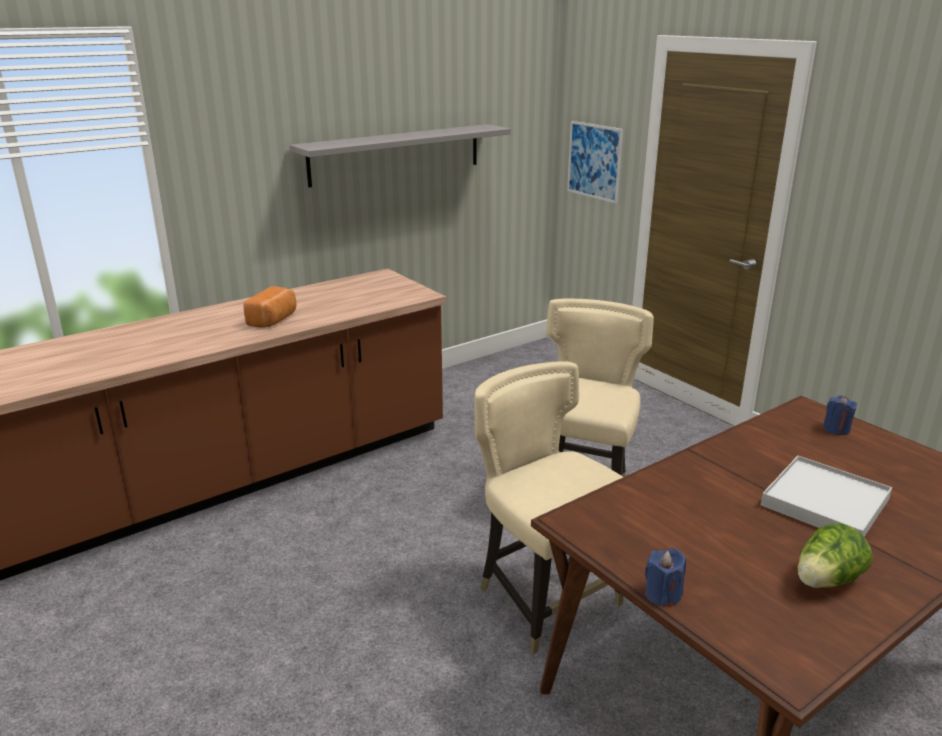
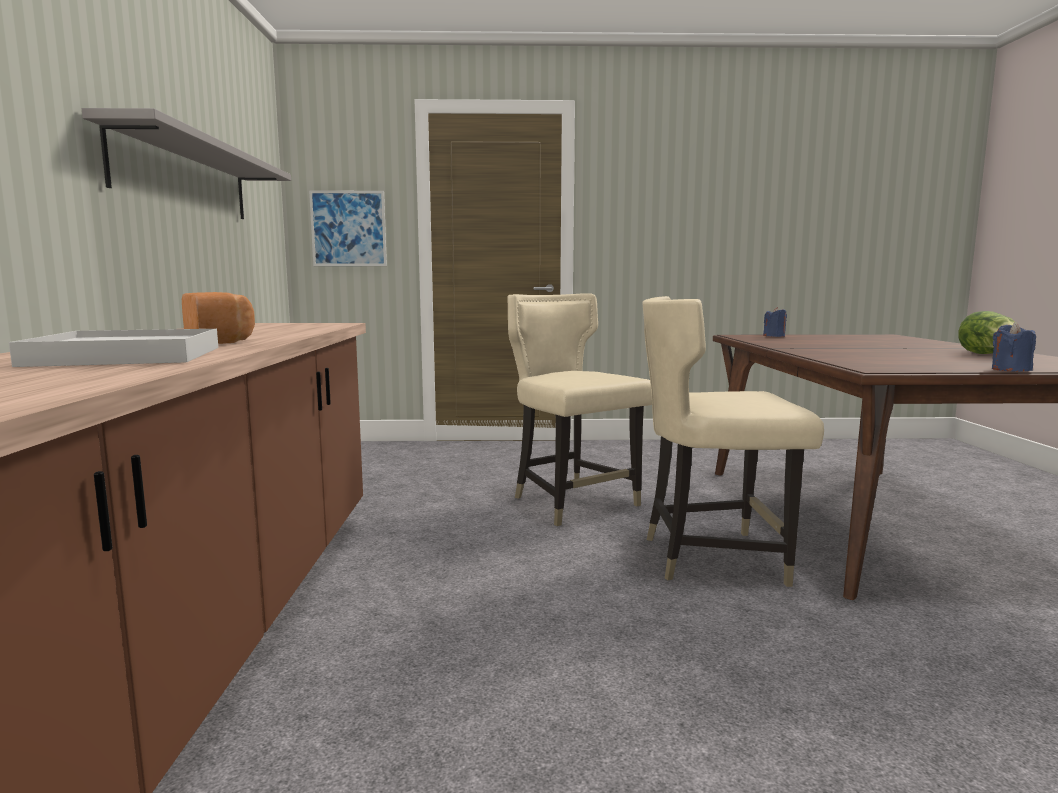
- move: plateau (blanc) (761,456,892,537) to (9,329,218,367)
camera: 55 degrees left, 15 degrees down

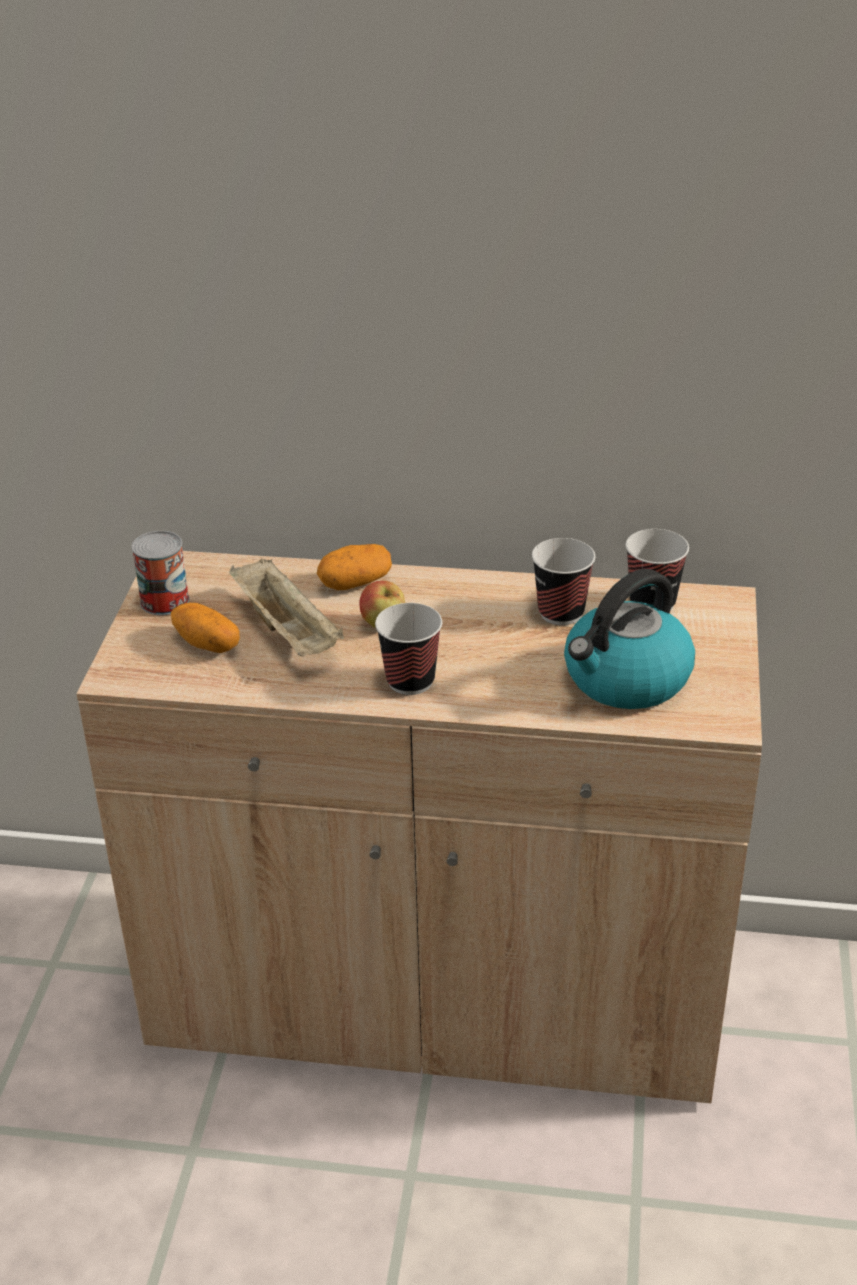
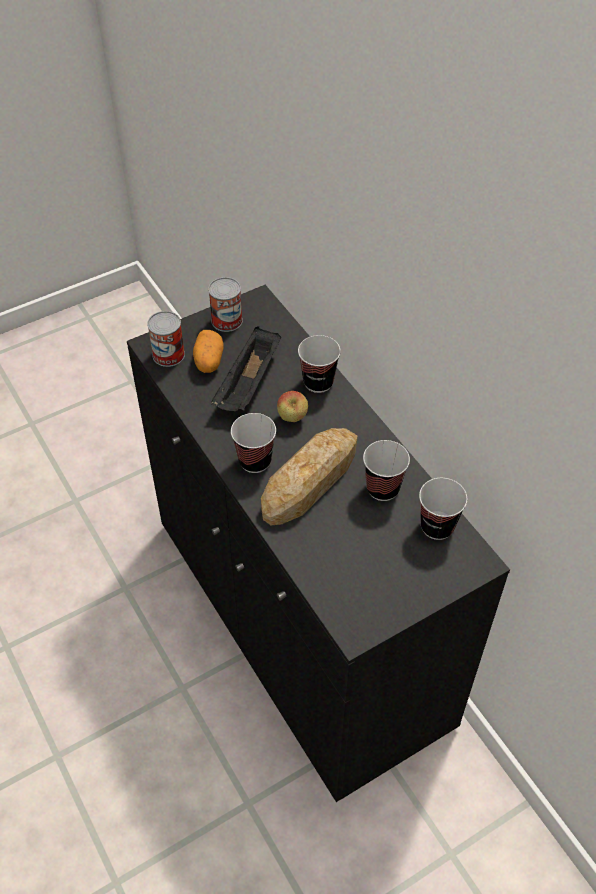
- recolor: meuble de rangement (beige) (76,551,762,1103) to meuble de rangement (noir) (127,285,510,802)
- insert: boîte métallique (147,311,185,367)
- recolor: plateau (beige) (229,559,344,656) to plateau (noir) (211,327,281,411)
- insert: pain (261,428,358,525)
- replace: pomme de terre (317,544,392,590) to tasse (298,335,341,393)
- delete: bouilloire (564,569,695,709)
camera: 50 degrees right, 15 degrees up

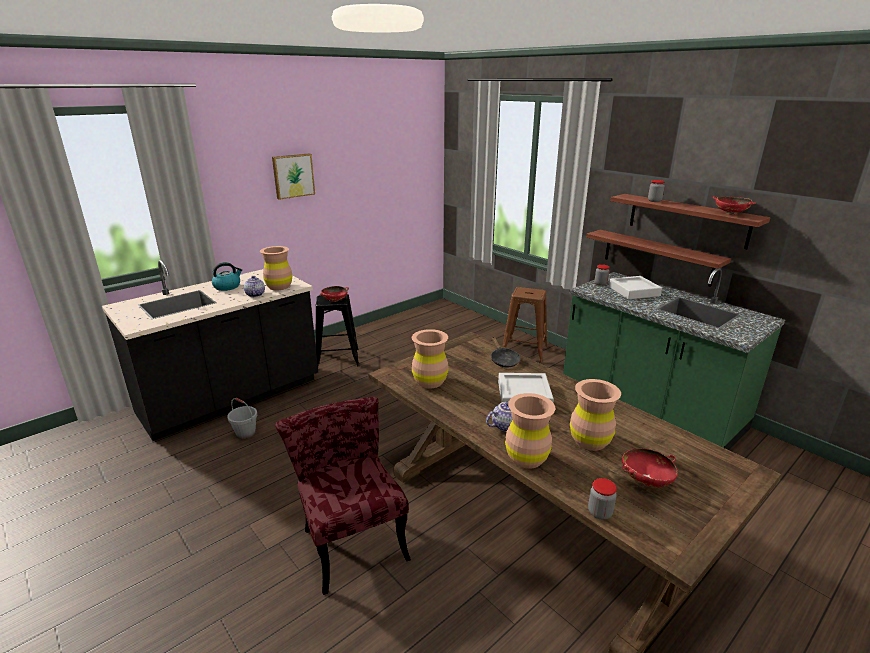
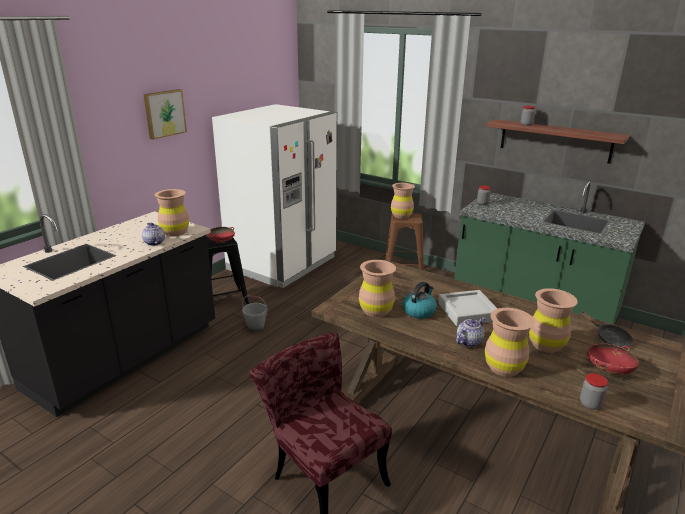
- insert: réfrigérateur (blanc) (212,104,337,288)
- move: seau (gris) (227,398,257,439) to (242,295,268,332)
- insert: vase (marron) (391,183,415,219)
- move: bouilloire (212,262,242,291) to (403,282,437,319)
- move: poêle (noir) (491,336,520,367) to (581,311,633,347)
- delete: étagère (586,230,731,287)
- delete: plateau (gris) (609,276,662,299)
- delete: bol (rouge) (713,196,756,215)
camera: 15 degrees left, 0 degrees up

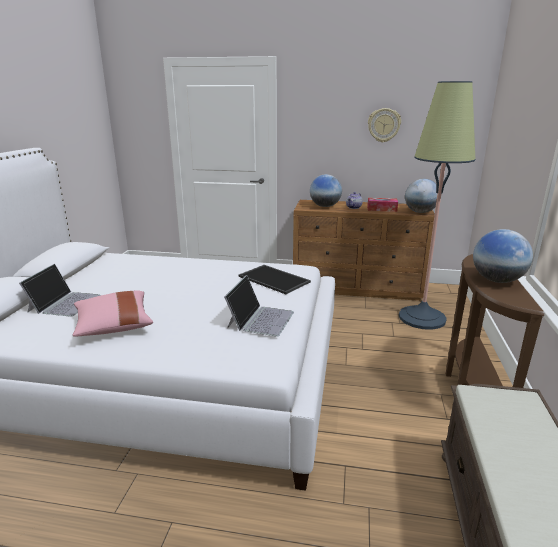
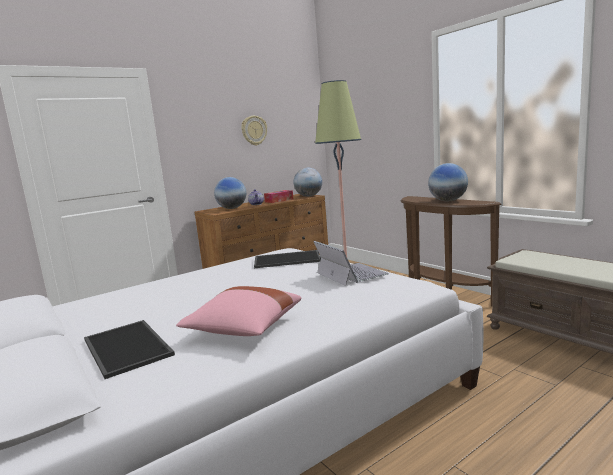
- replace: ordinateur portable (19,264,100,317) to plateau (84,320,175,379)
camera: 45 degrees left, 10 degrees down

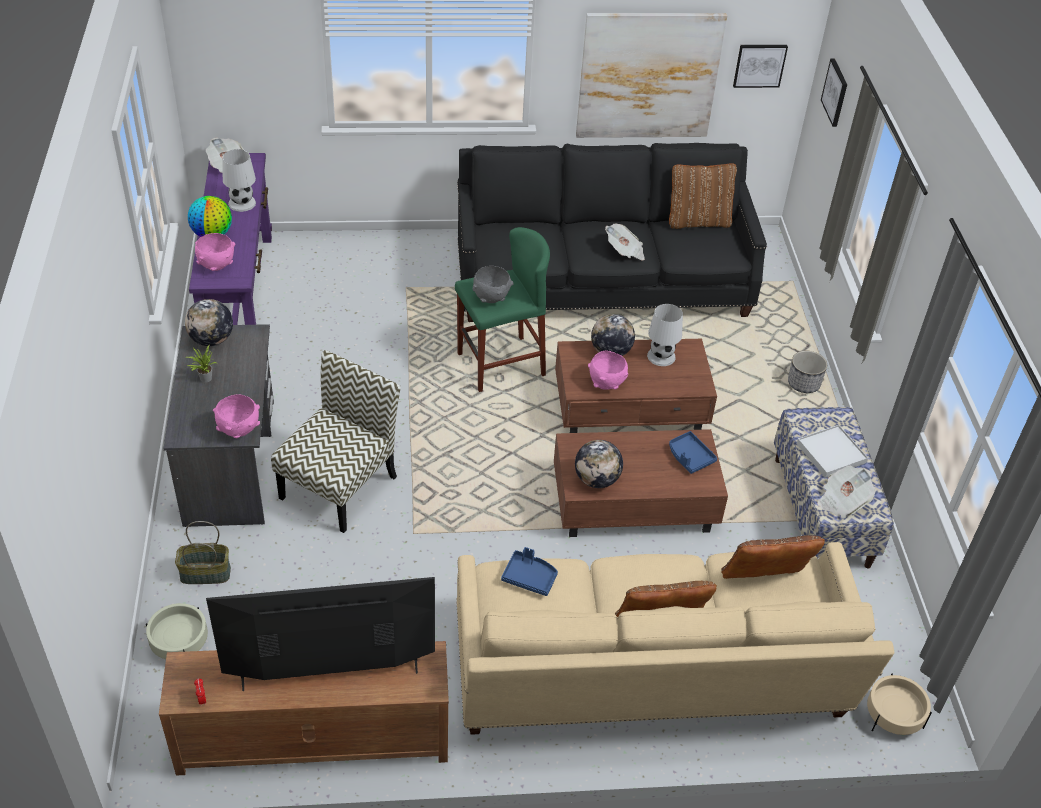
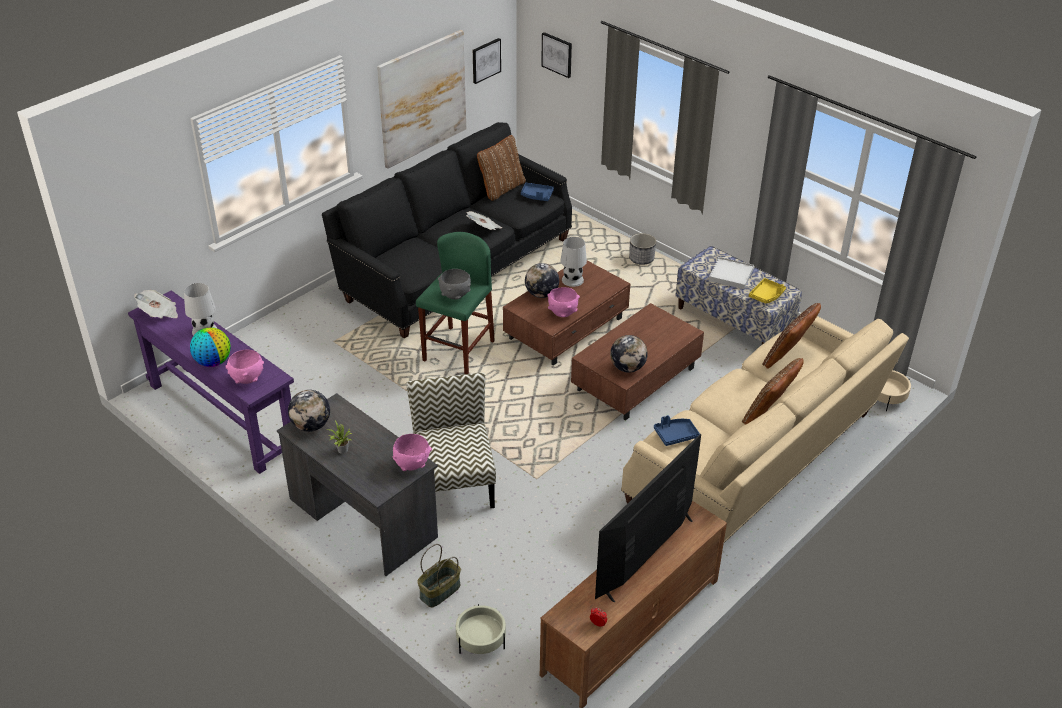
- move: plateau (bleu) (669,431,717,474) to (521,183,554,201)
- replace: journal (817,466,875,518) to plateau (jaune) (749,278,786,304)
camera: 40 degrees left, 5 degrees down

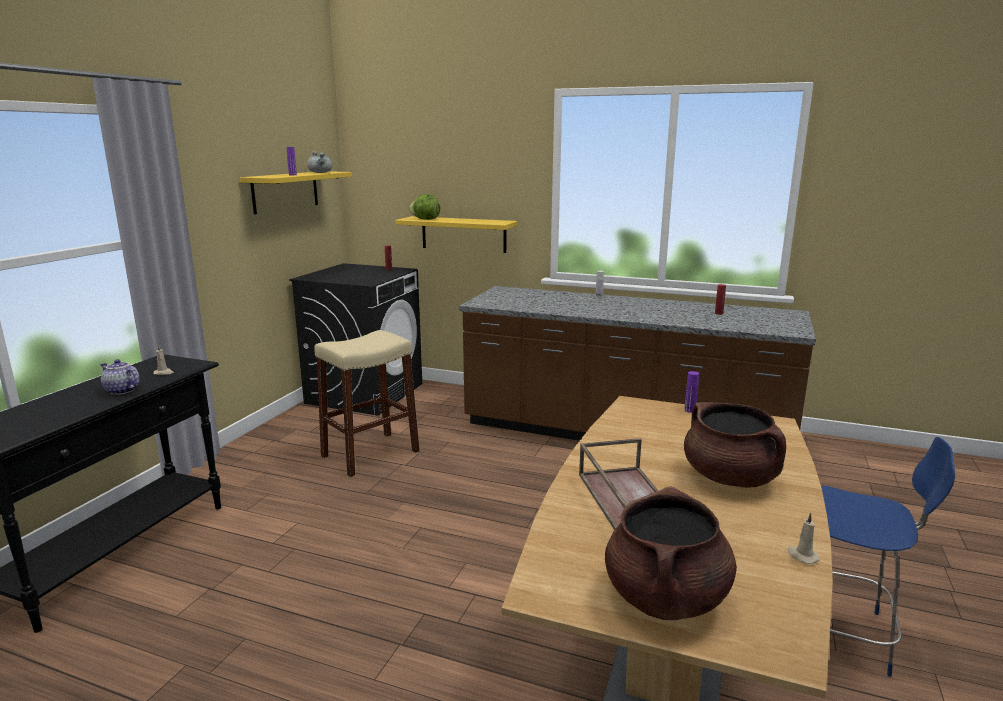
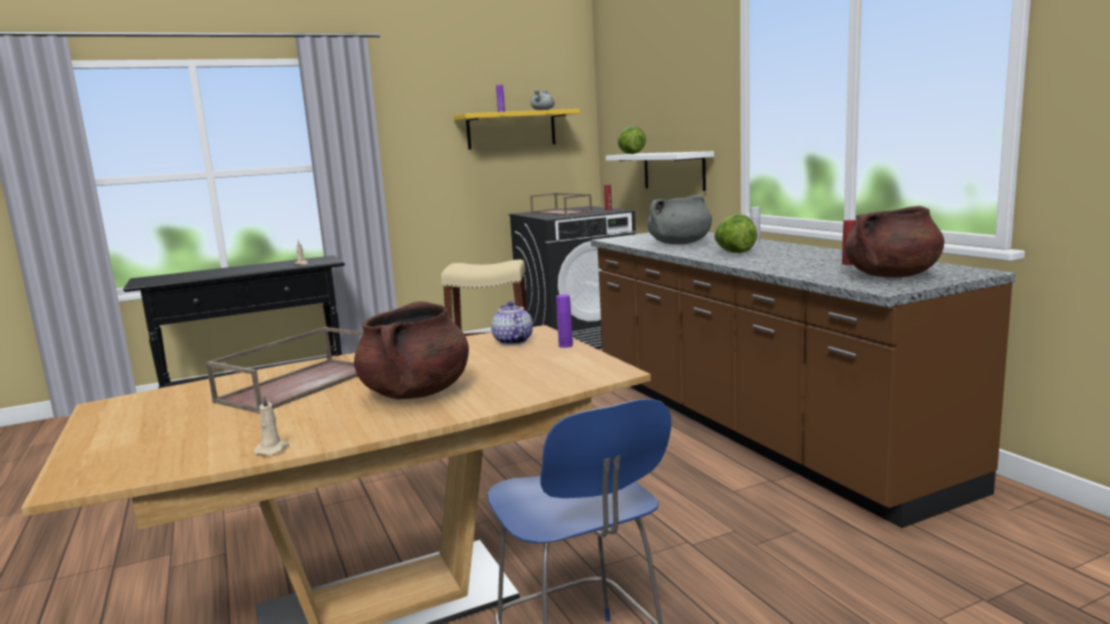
- move: théière (100,359,139,395) to (491,301,533,345)
- insert: plateau (marron) (530,193,592,216)
- recolor: étagère (jaune) (395,216,518,253) to étagère (blanc) (606,151,714,191)
- insert: marmite (gris) (648,195,712,244)
- insert: laitue (714,214,757,253)
- move: marmite (marron) (605,486,737,620) to (845,206,944,277)
camera: 45 degrees right, 5 degrees down

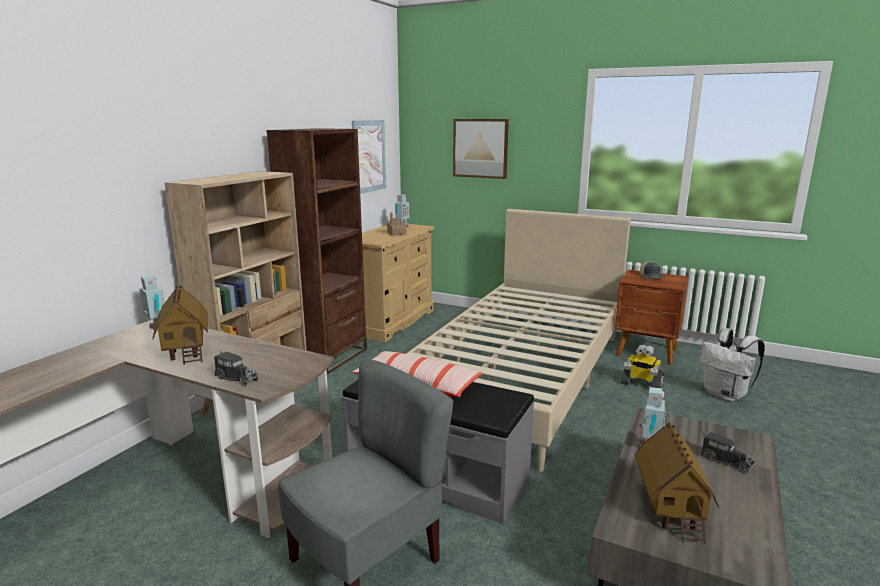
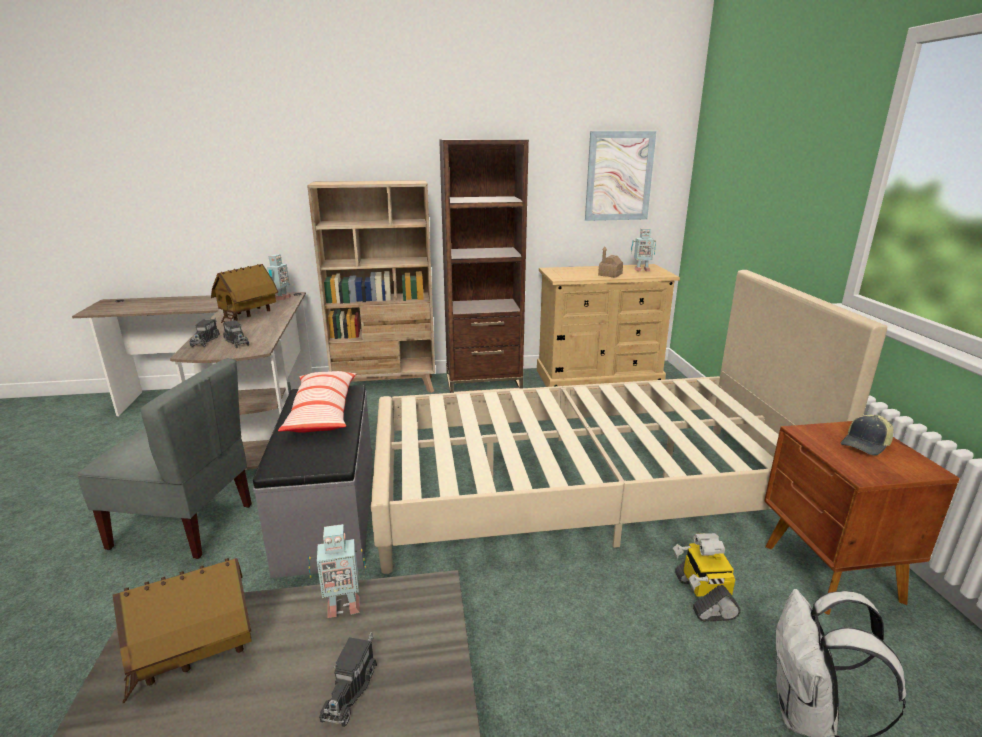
- insert: camion jouet (223,319,249,348)
- delete: tableau (453,119,509,179)
camera: 55 degrees right, 5 degrees up

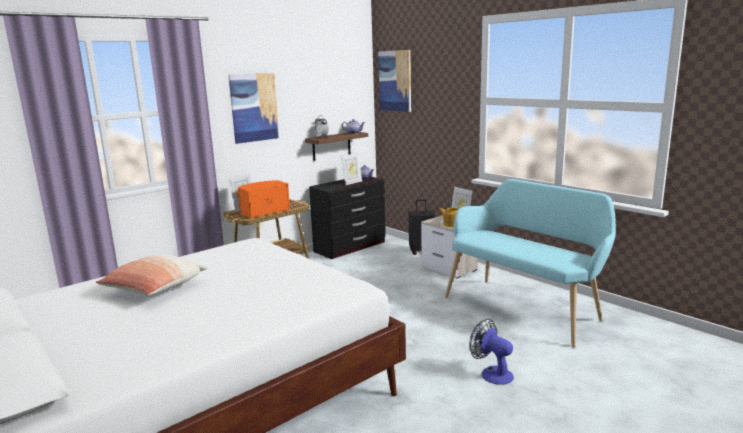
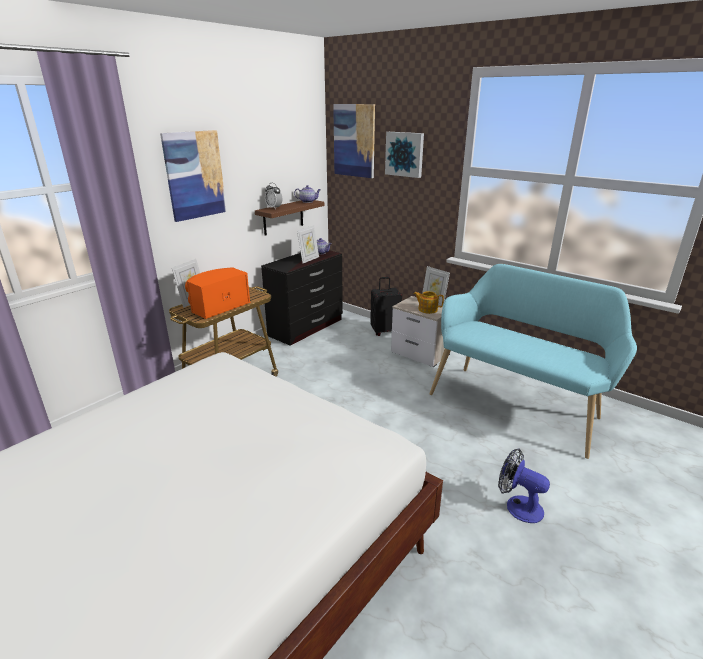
- insert: tableau (385,132,424,178)
- delete: coussin (96,254,208,295)
camera: 10 degrees left, 10 degrees up

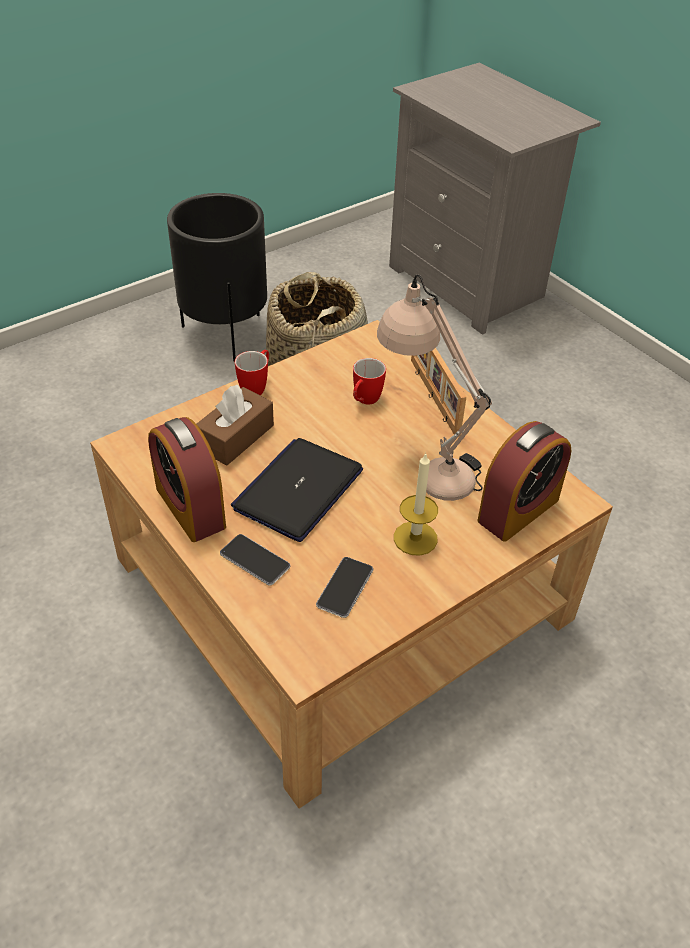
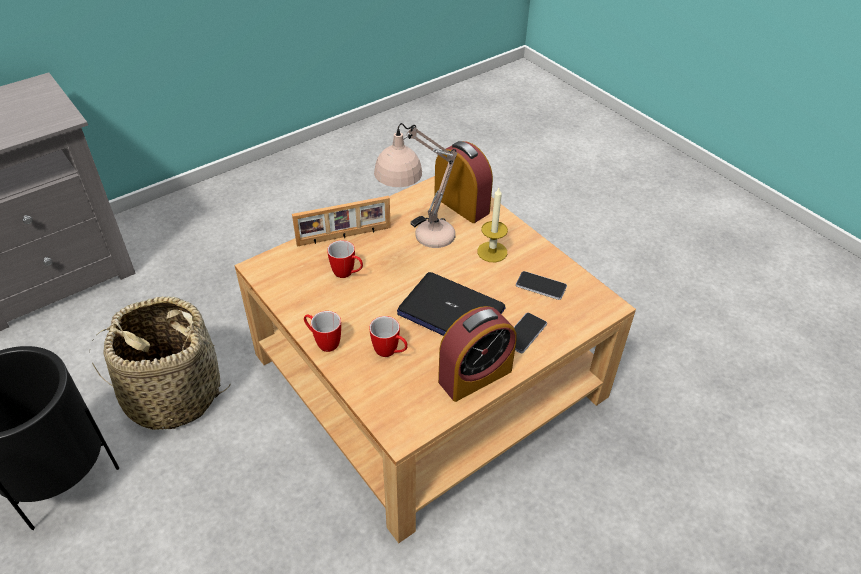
- replace: boîte à mouchoirs (marron) (197,385,274,465) to mug (369,316,408,357)
camera: 90 degrees left, 0 degrees up

